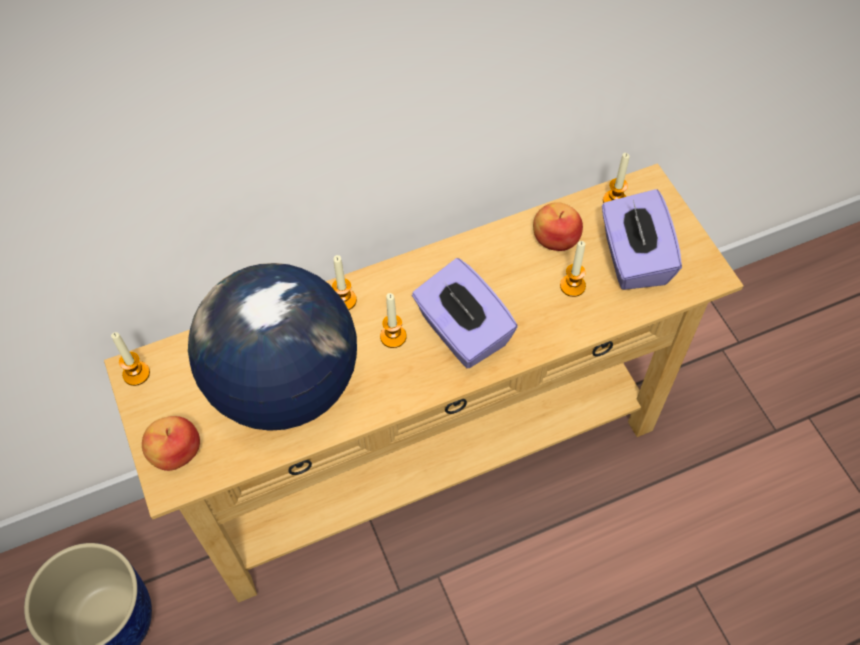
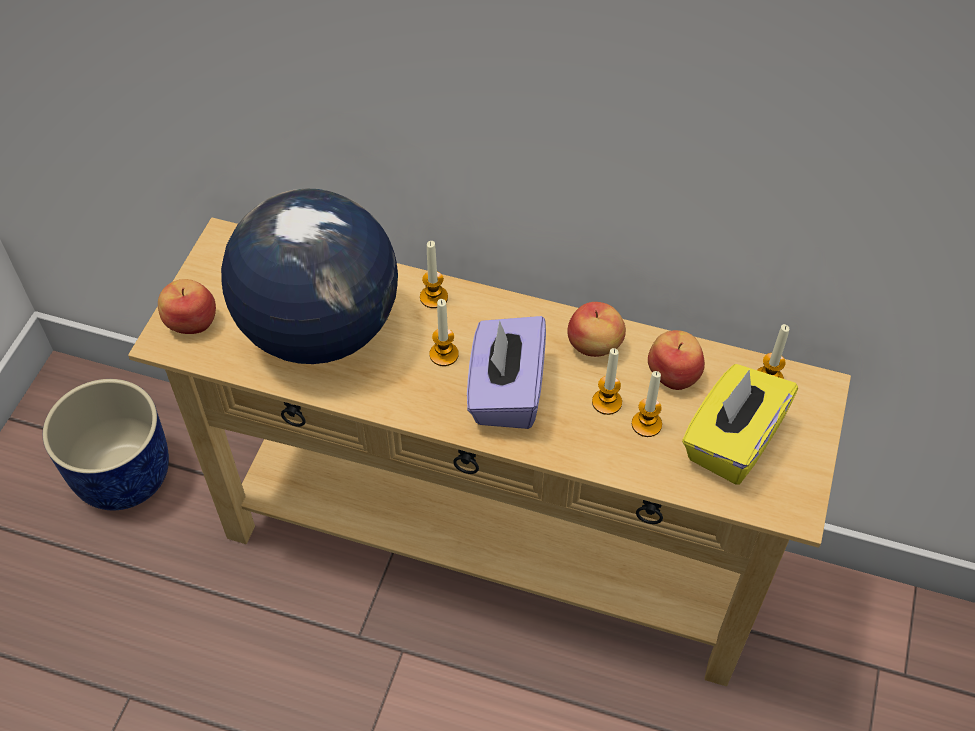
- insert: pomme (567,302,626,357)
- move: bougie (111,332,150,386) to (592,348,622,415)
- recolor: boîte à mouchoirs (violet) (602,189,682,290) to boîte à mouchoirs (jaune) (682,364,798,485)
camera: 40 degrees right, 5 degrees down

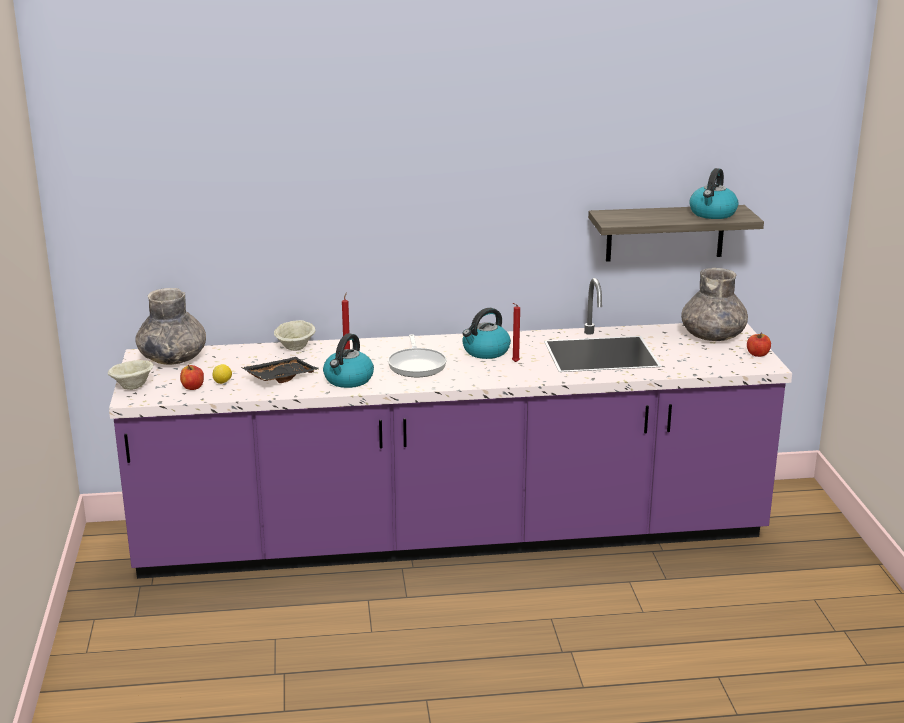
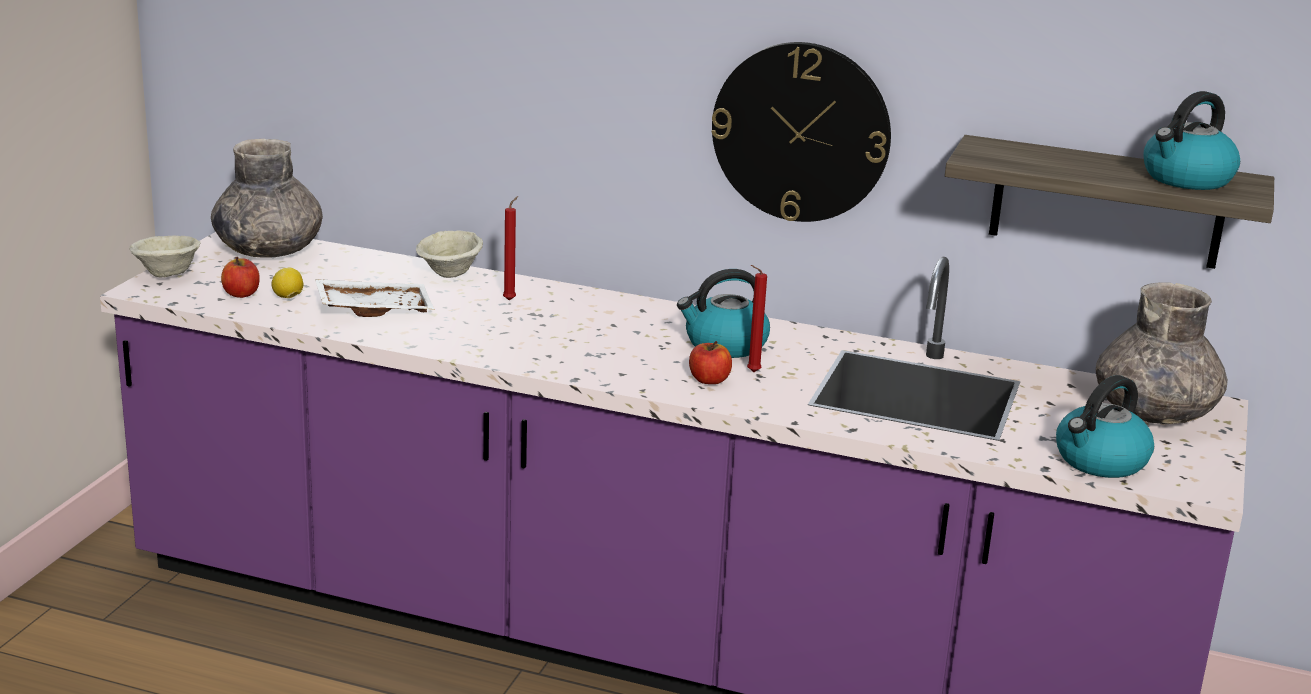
- recolor: plateau (noir) (241,357,320,383) to plateau (blanc) (315,279,435,317)
- move: pomme (747,333,771,357) to (689,341,732,384)
- insert: horloge murale (712,42,891,222)
- move: bouilloire (323,333,374,388) to (1056,375,1154,478)
- delete: poêle (388,334,447,377)
camera: 25 degrees right, 0 degrees up

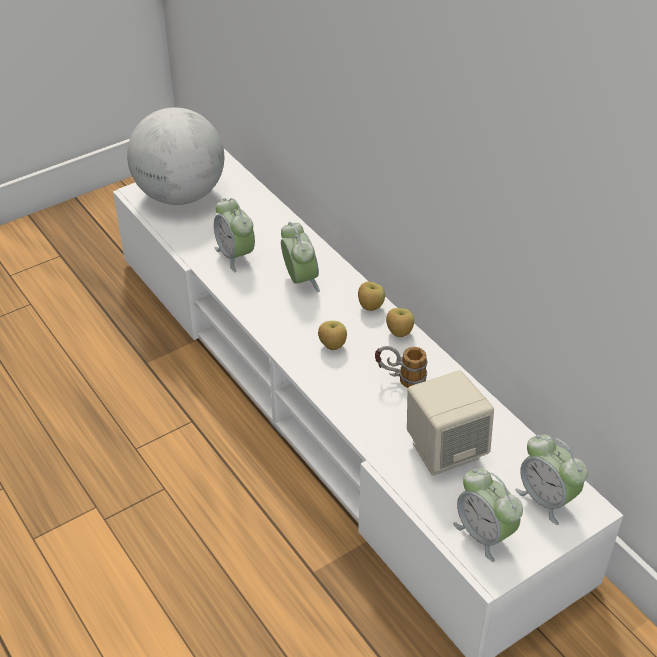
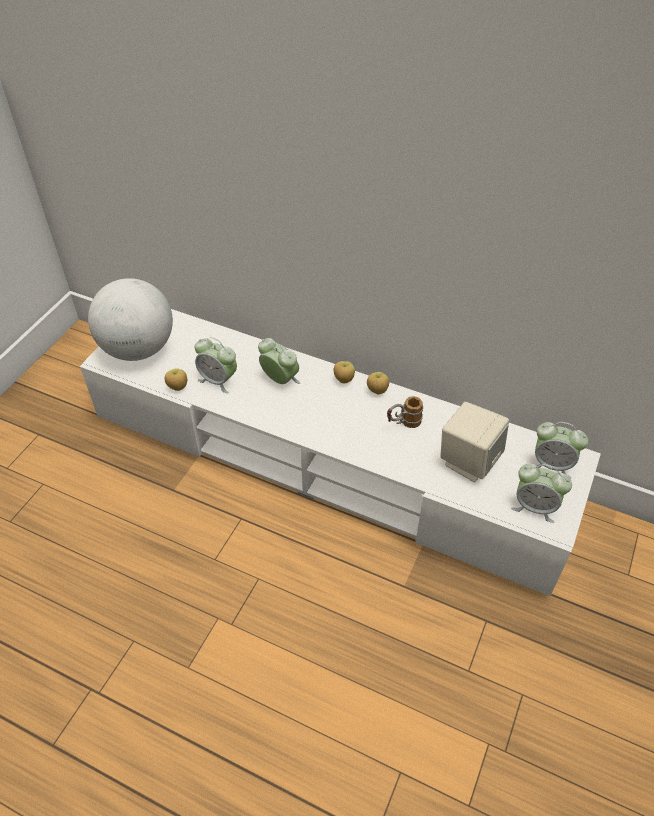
- move: pomme (318,321,347,350) to (165,368,187,391)
camera: 30 degrees left, 5 degrees up

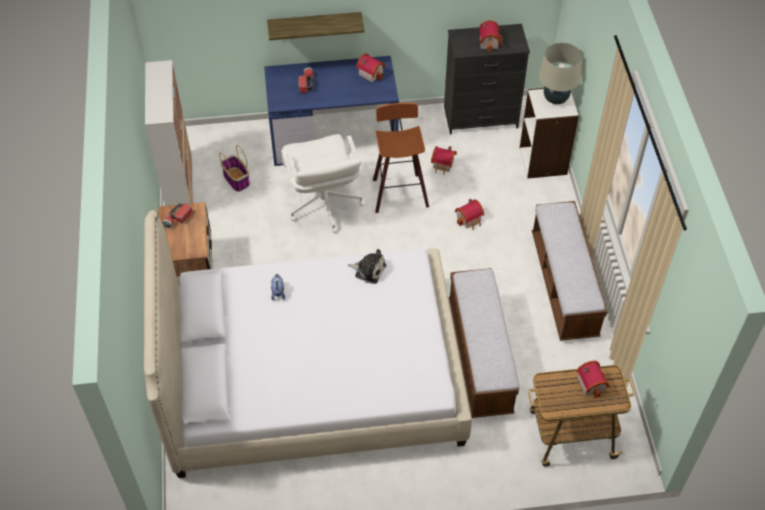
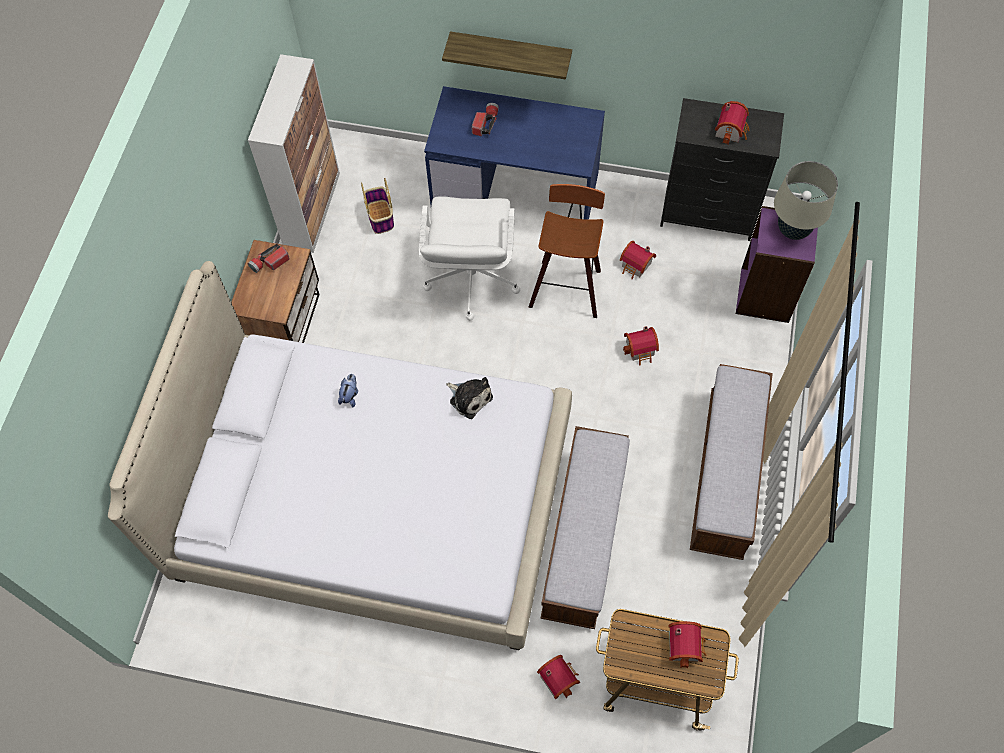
- move: maison miniature (356,53,386,83) to (537,655,580,700)
- recolor: bibliothèque (blanc) (520,88,579,178) to bibliothèque (violet) (736,206,818,323)
camera: 20 degrees right, 10 degrees up

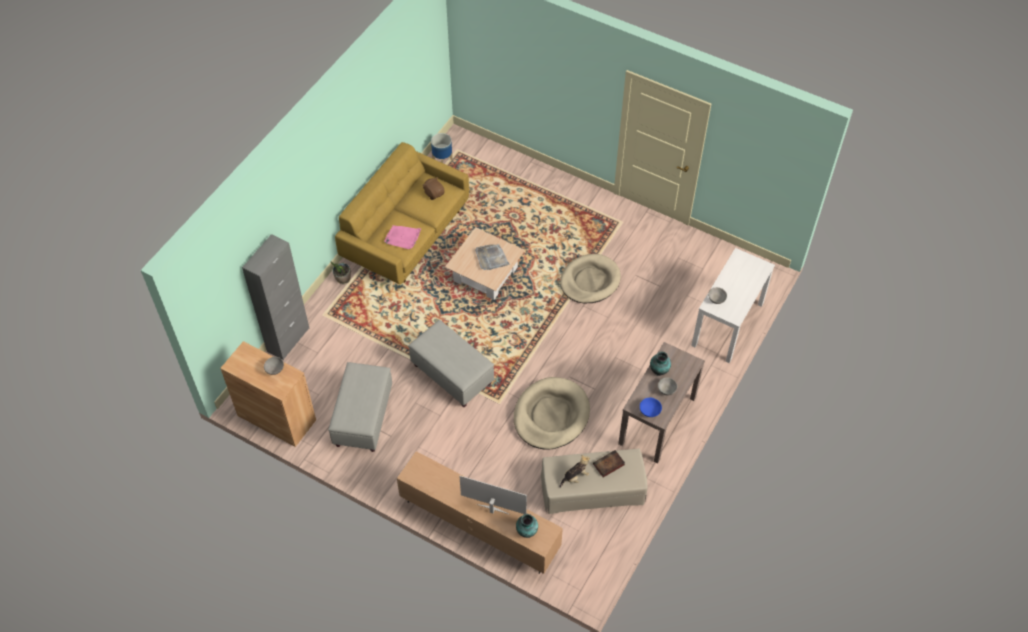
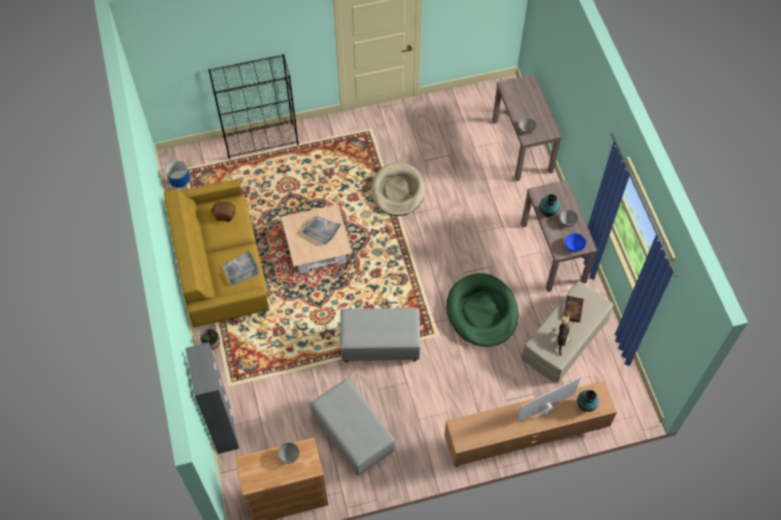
- insert: bibliothèque (noir) (208,54,299,160)
- recolor: plateau (rose) (384,225,421,249) to plateau (gris) (222,250,259,285)
- recolor: panier pour chien (beige) (514,377,590,450) to panier pour chien (vert) (446,273,518,347)
- recolor: table console (blanc) (691,248,775,363) to table console (marron) (492,74,562,181)
camera: 45 degrees left, 5 degrees up

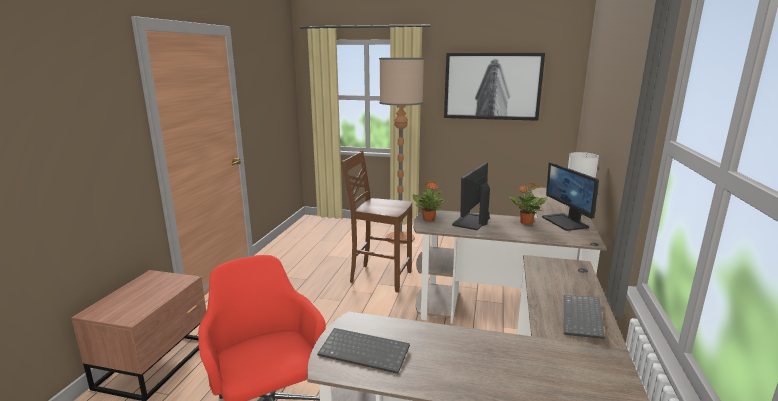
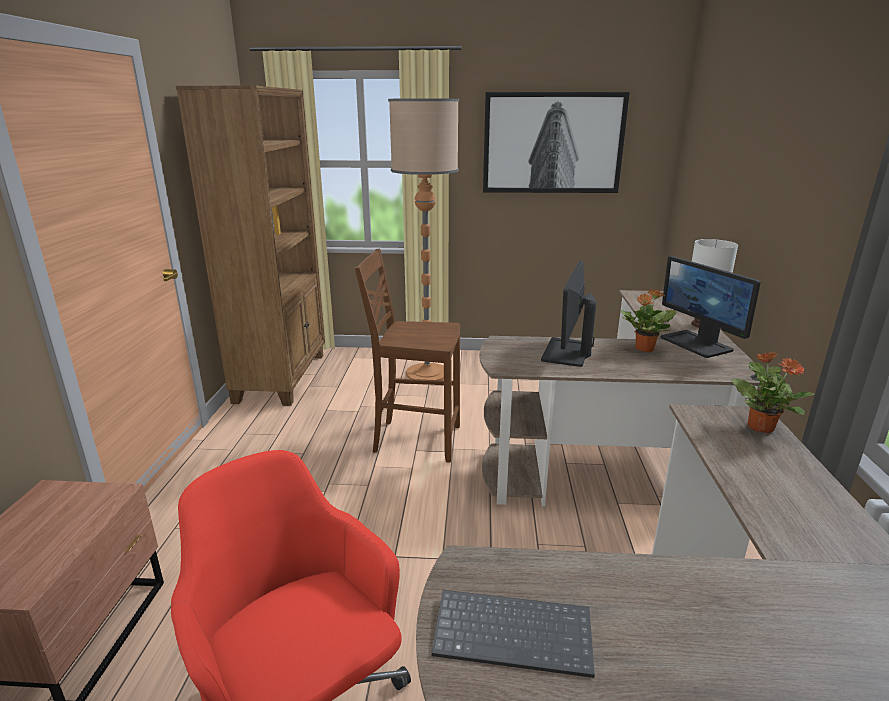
- insert: bibliothèque (marron) (176,86,325,406)
- move: plante en pot (412,181,444,221) to (731,352,815,433)
- delete: clavier (564,295,605,339)
camera: 10 degrees left, 5 degrees up

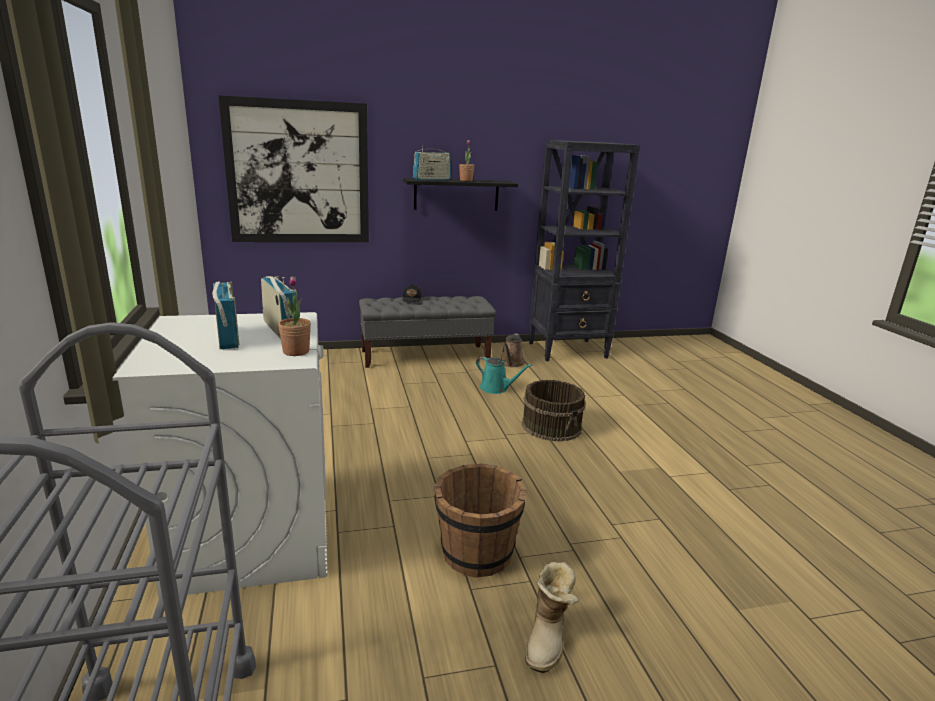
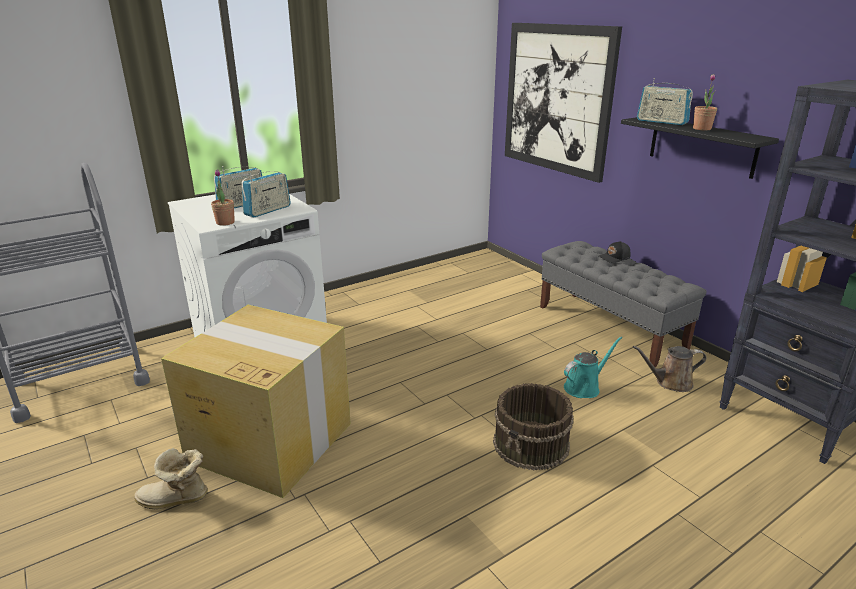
- replace: seau (marron) (434,464,527,578) to carton (161,305,351,498)
- rotate: arrosoir (turquoise) (476,357,532,394) = (564,337,622,398) 135 degrees counterclockwise
camera: 70 degrees right, 5 degrees up

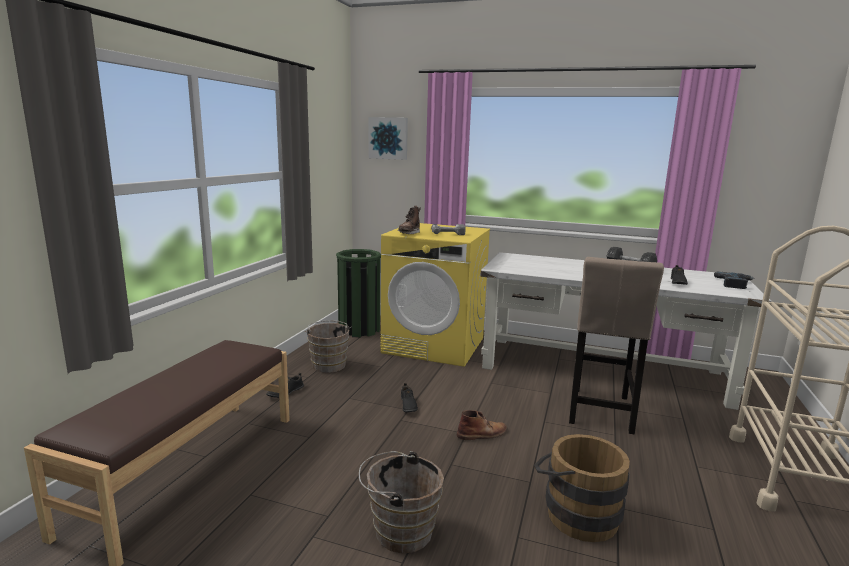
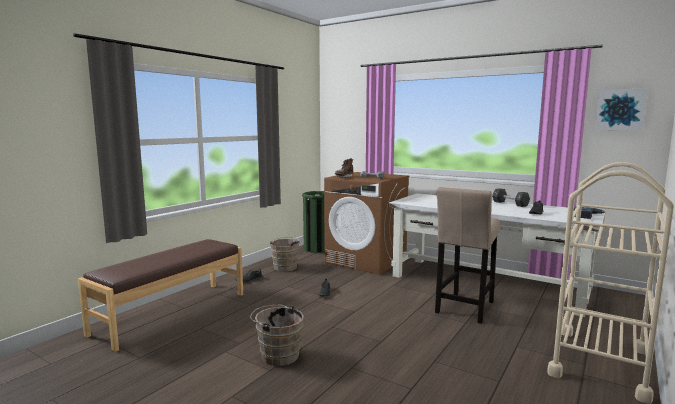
- recolor: lave-linge (jaune) (381,223,490,367) to lave-linge (marron) (324,172,409,275)
- move: tableau (368,117,408,160) to (595,88,647,130)
- delete: botte (marron) (457,410,508,440)
- delete: seau (marron) (534,434,630,542)
camera: 15 degrees right, 5 degrees down

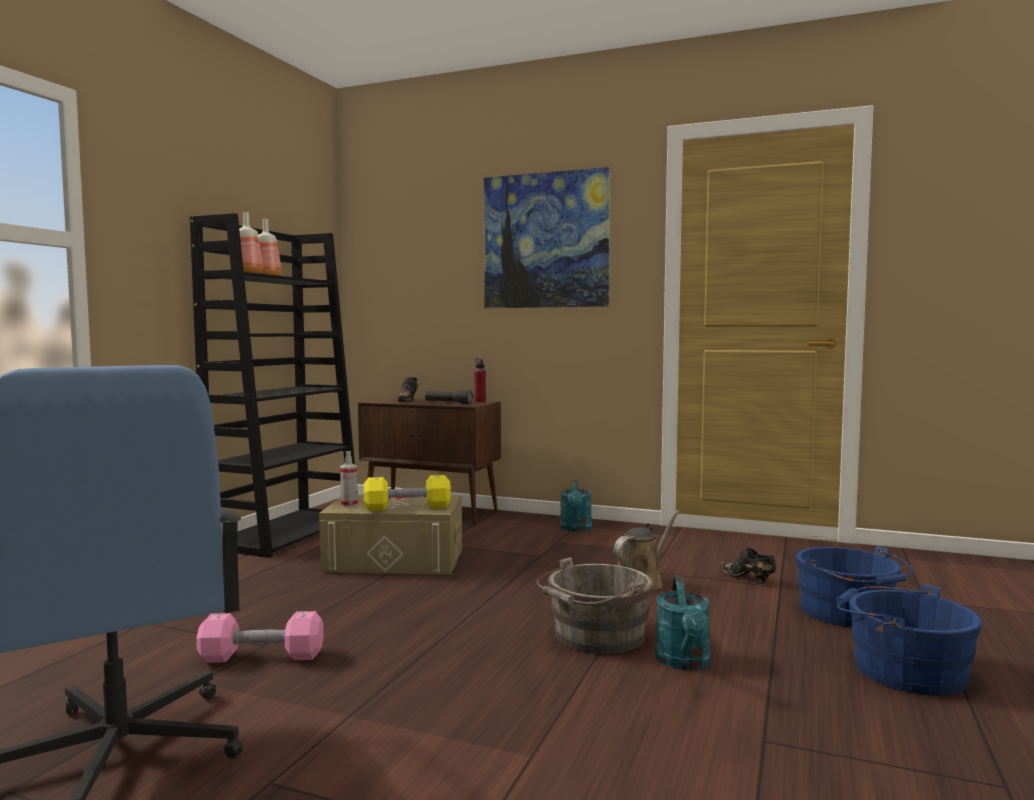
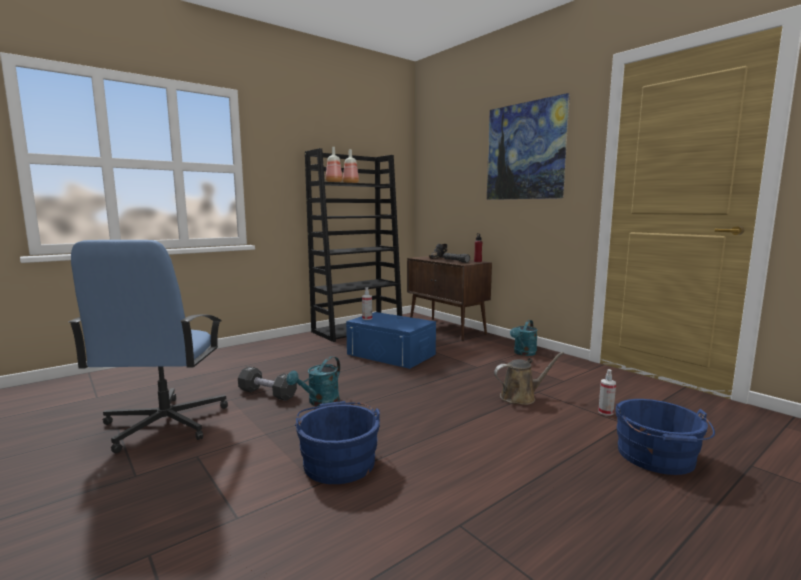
- recolor: haltère (rose) (196,611,324,663) to haltère (noir) (238,366,297,401)
- move: arrosoir (turquoise) (655,576,711,670) to (287,356,340,406)
- move: seau (bleu) (836,584,982,696) to (295,401,380,484)
- recolor: boîte de rangement (beige) (319,494,462,575) to boîte de rangement (bleu) (346,312,436,369)
- replace: chaussure (noir) (720,548,776,584) to vaporisateur (598,369,616,416)
- delete: haltère (jaune) (364,475,451,511)
- delete: seau (gris) (536,557,653,654)
camera: 30 degrees right, 5 degrees up

